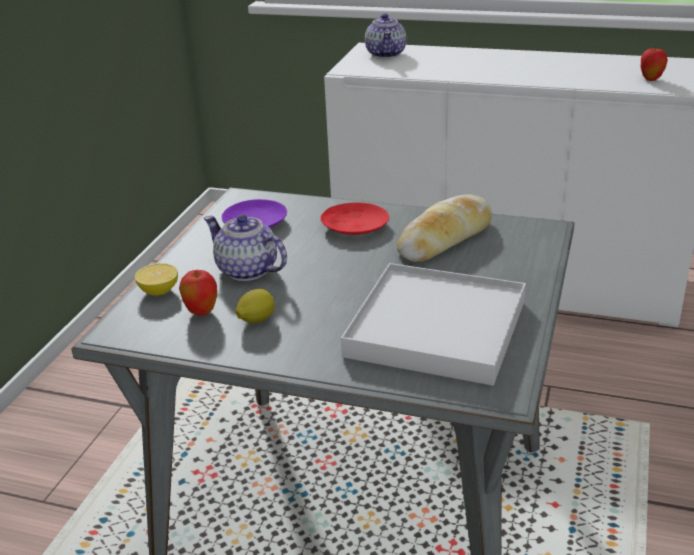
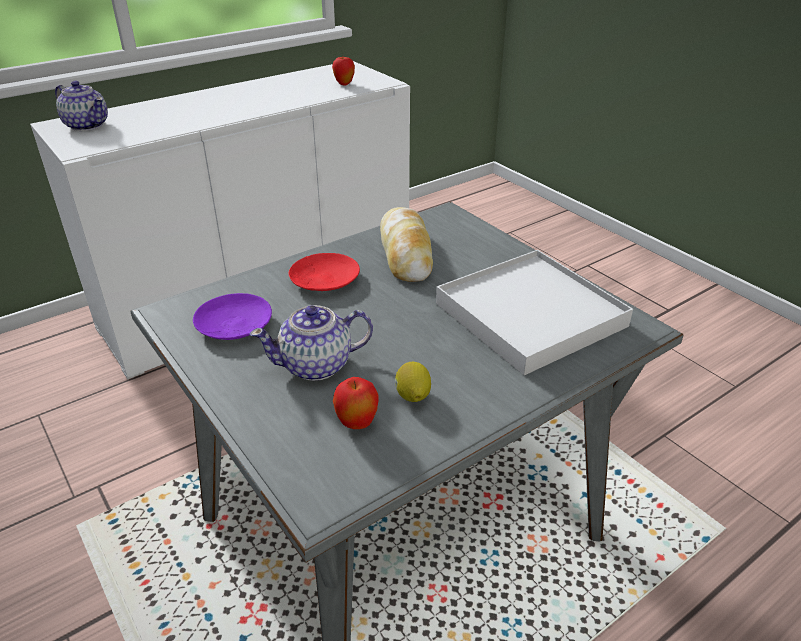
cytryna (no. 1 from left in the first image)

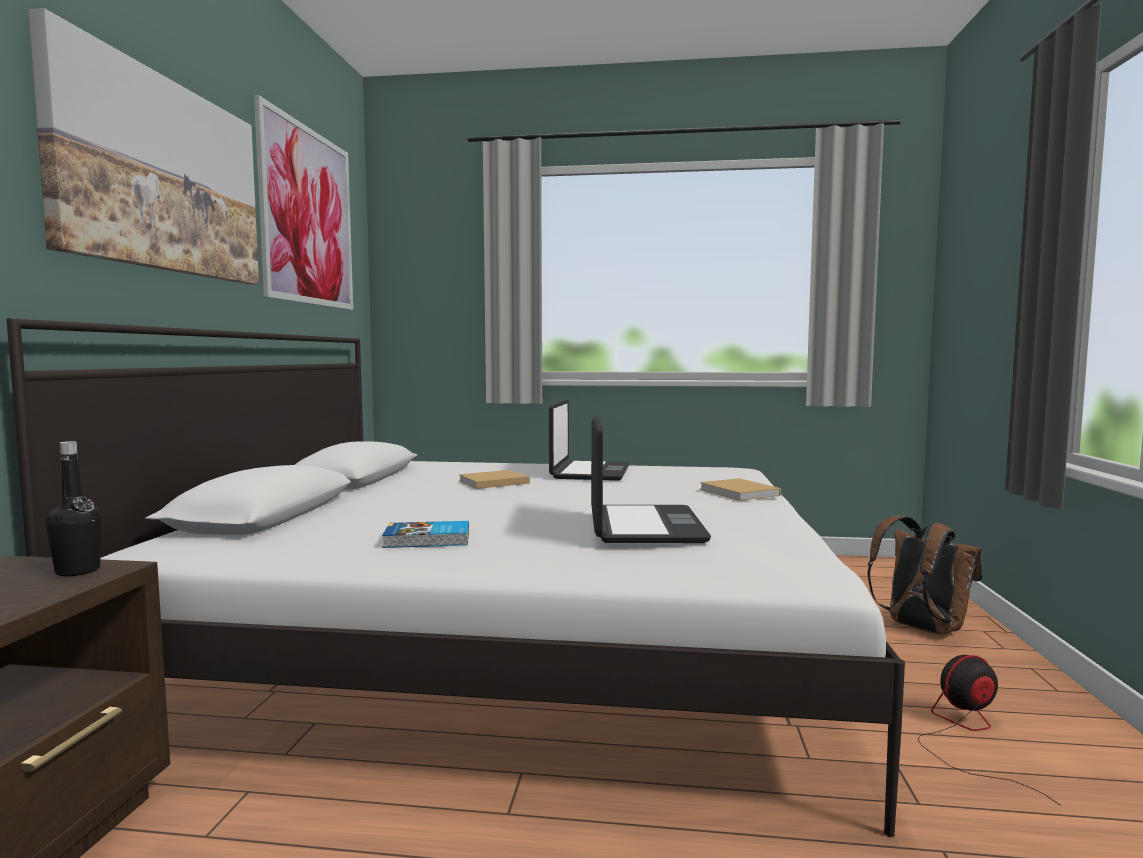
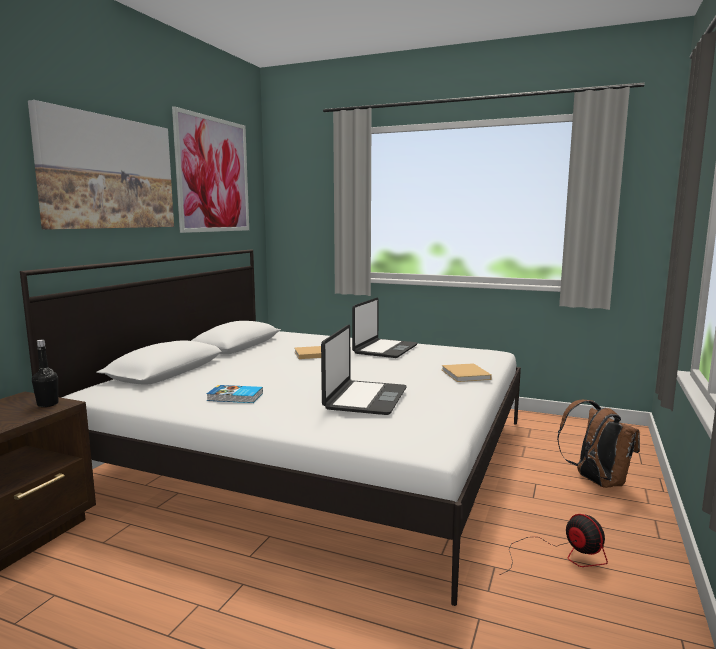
wentylator

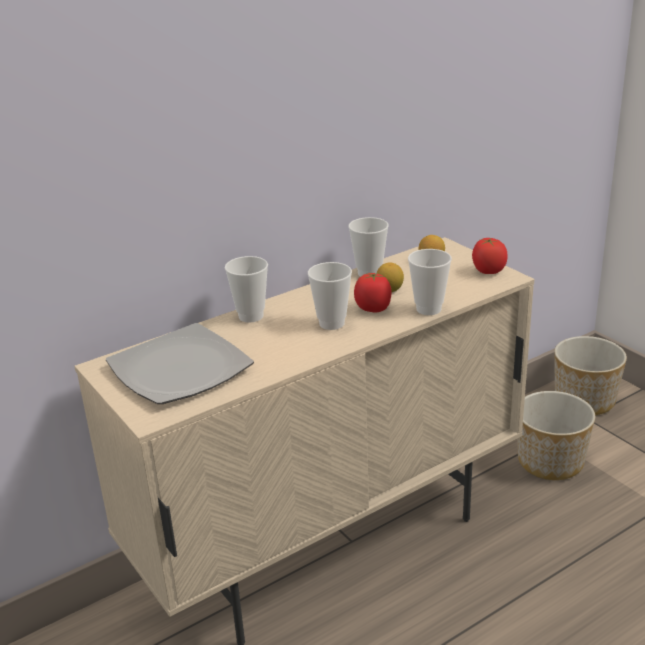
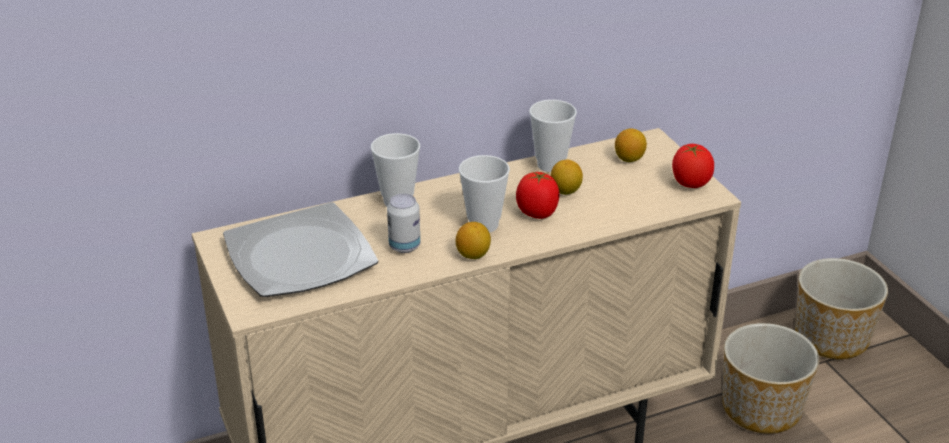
filiżanka (no. 4 from left in the first image); puszka; cytryna (no. 1 from left)

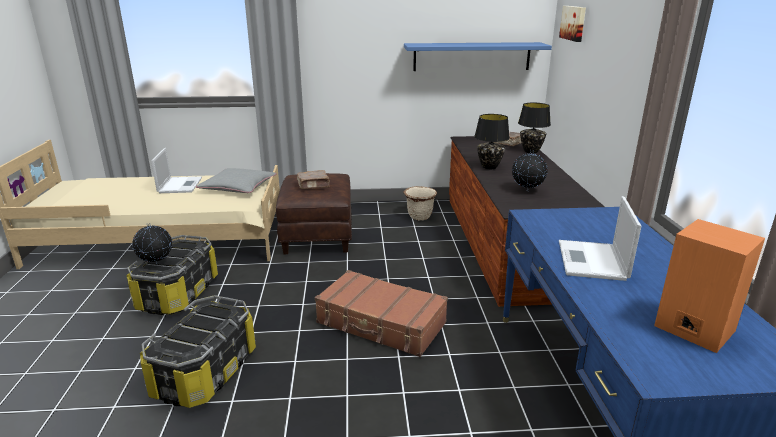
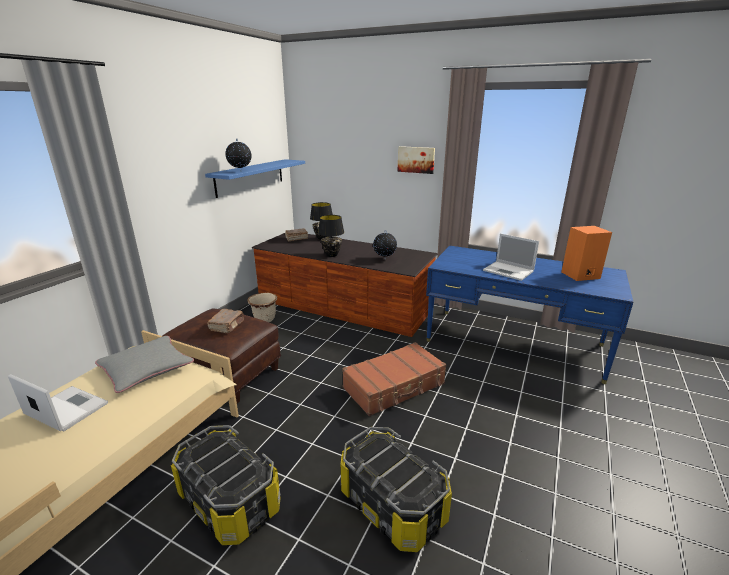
globus (no. 1 from left); obraz

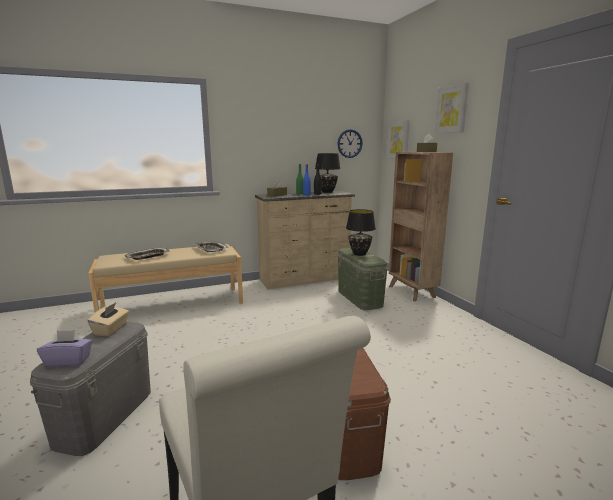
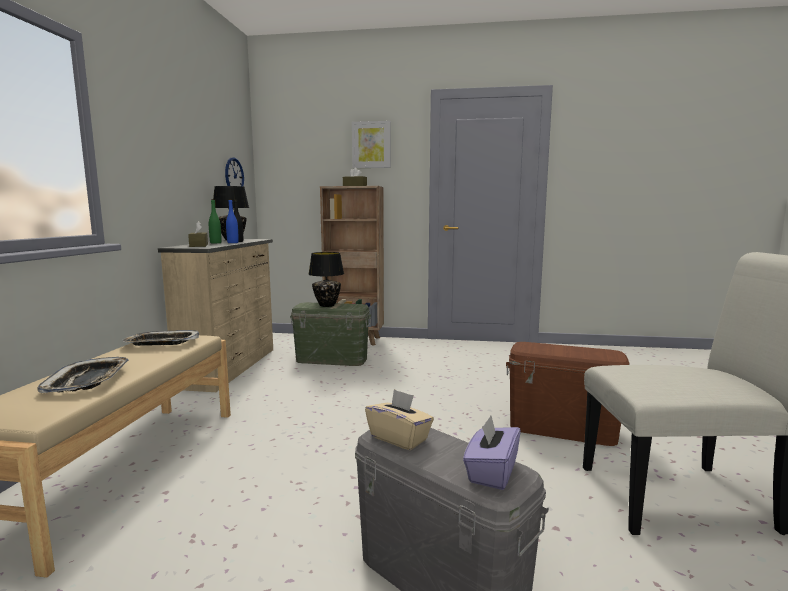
obraz (no. 1 from left in the first image)

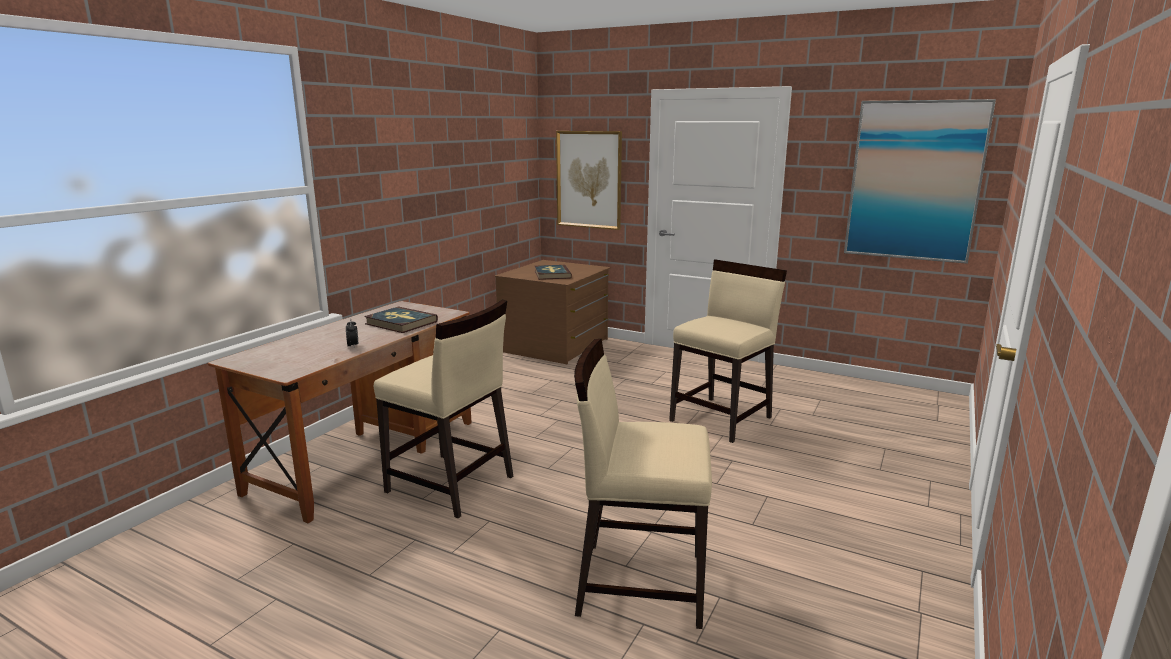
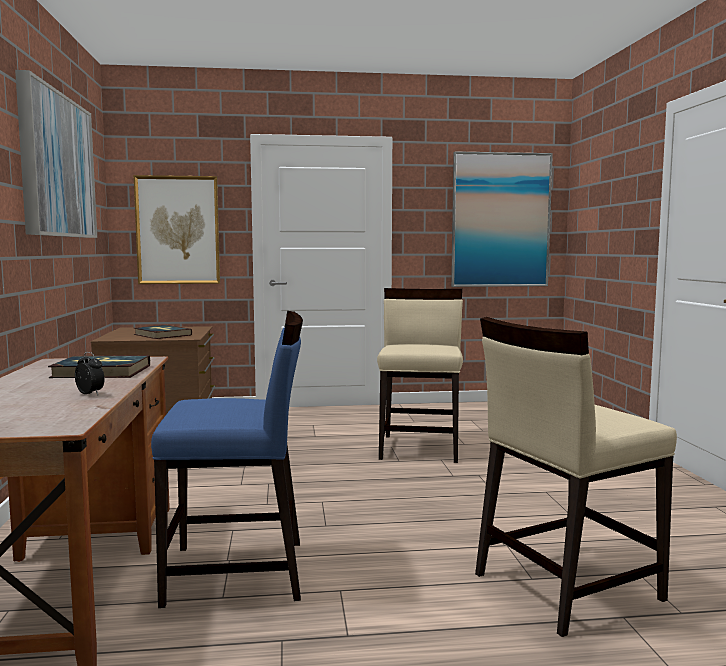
krzesło/niebieski; obraz (no. 1 from left)

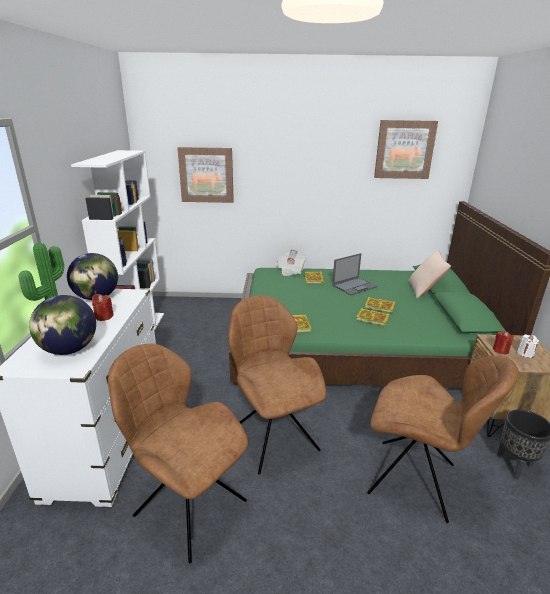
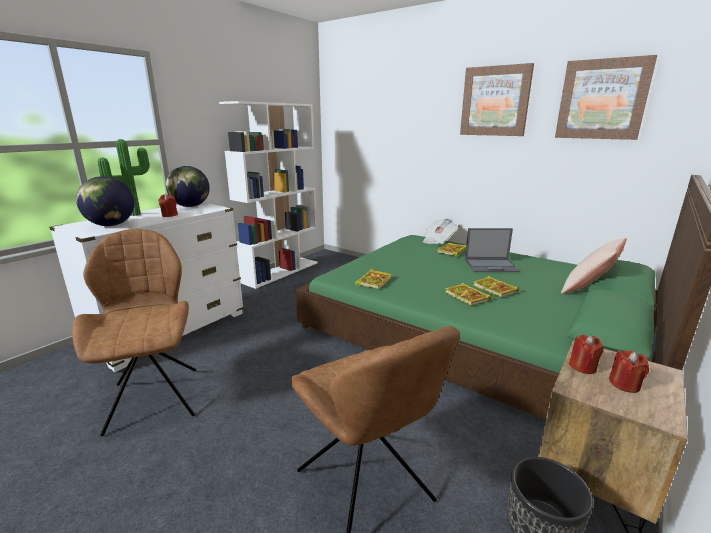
obraz (no. 1 from left); krzesło/brązowy (no. 2 from left in the first image); świeca/czerwony (no. 3 from left)

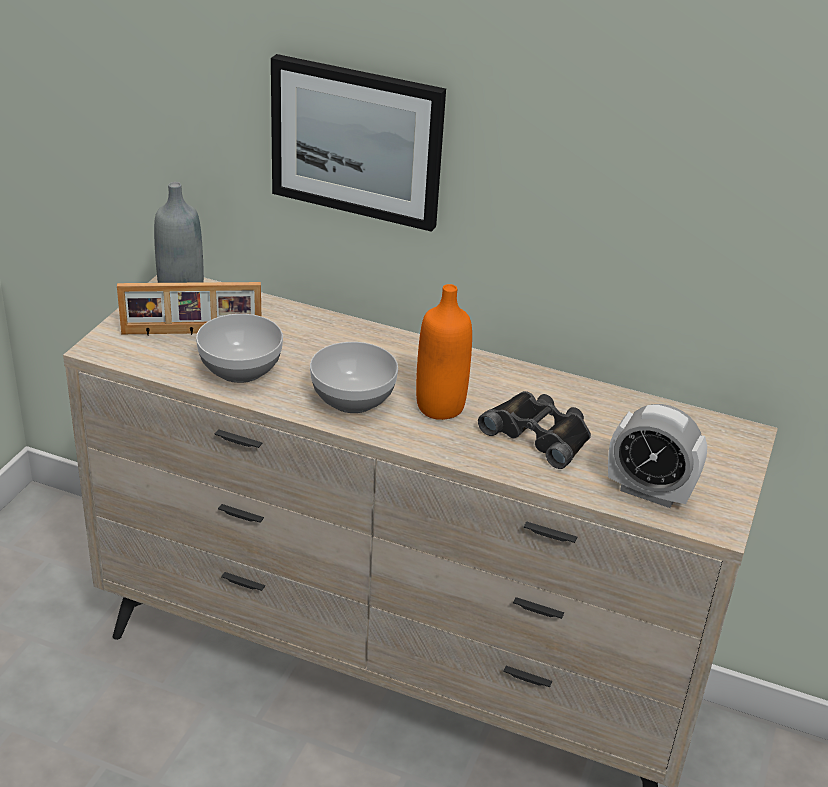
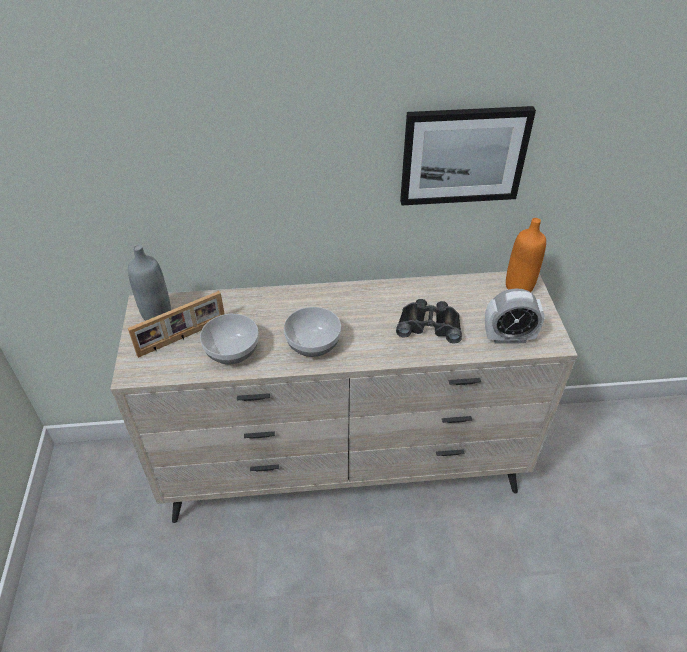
obraz; butelka/pomarańczowy

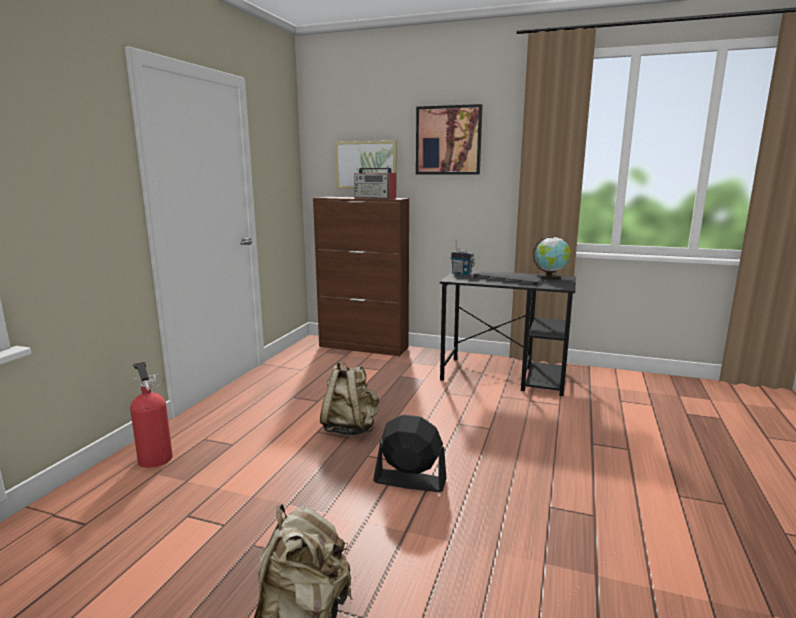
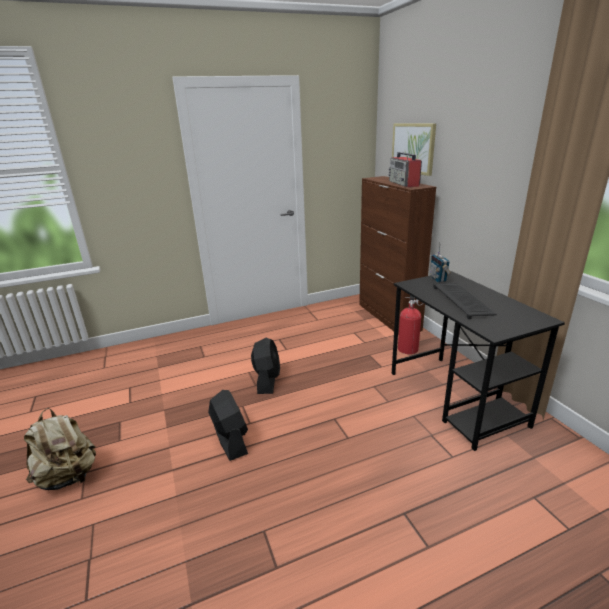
gaśnica; wentylator/czarny (no. 2 from left); obraz (no. 2 from left in the first image); globus

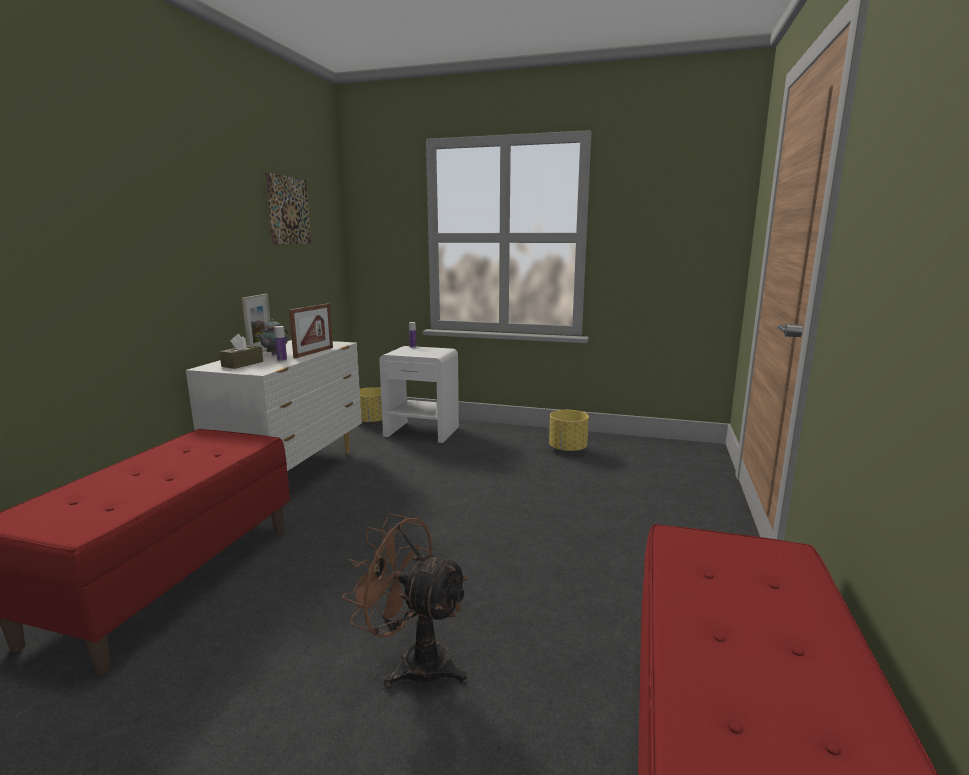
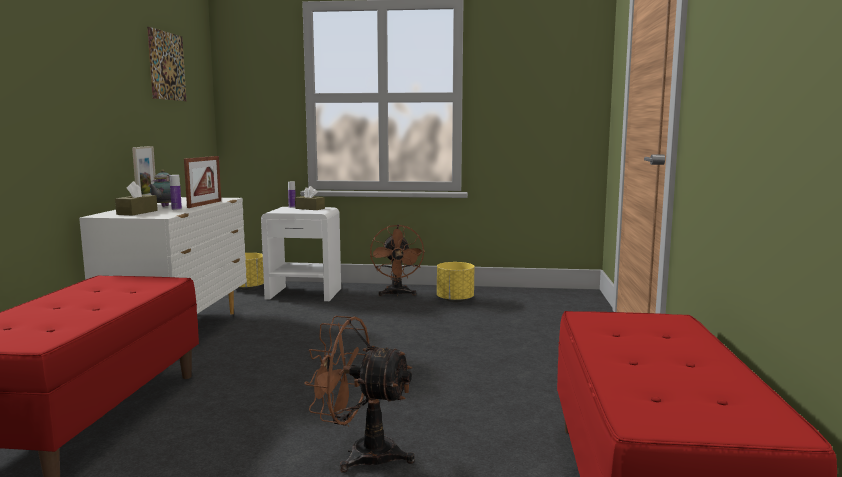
pudełko chusteczek/brązowy (no. 2 from left); wentylator/brązowy (no. 2 from left)

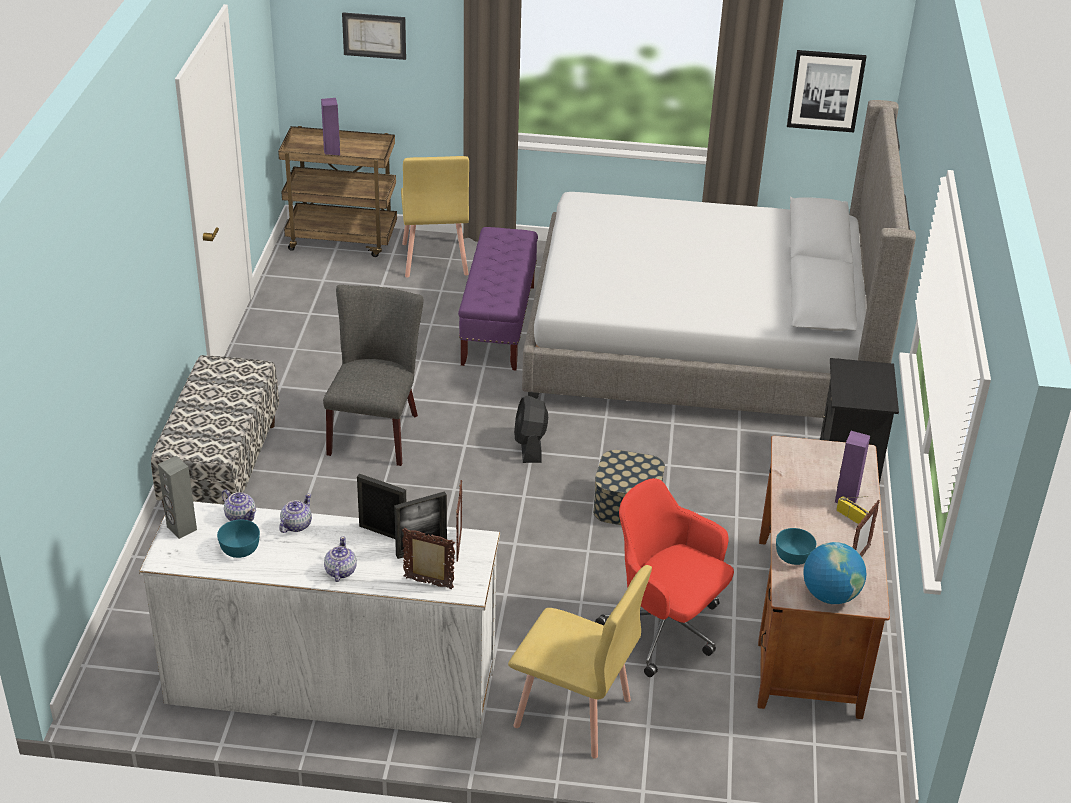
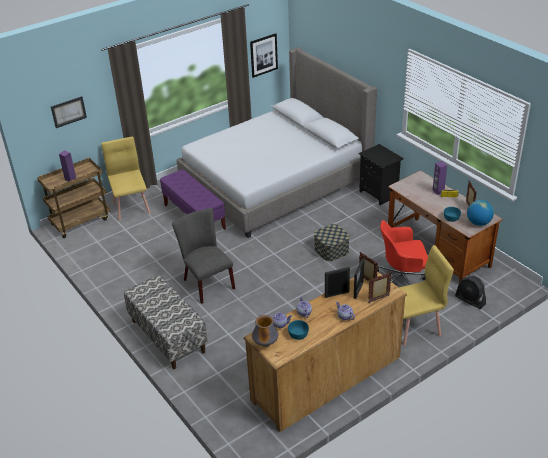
komoda/brązowy; wazon; krzesło/żółty (no. 1 from left); wentylator/czarny

